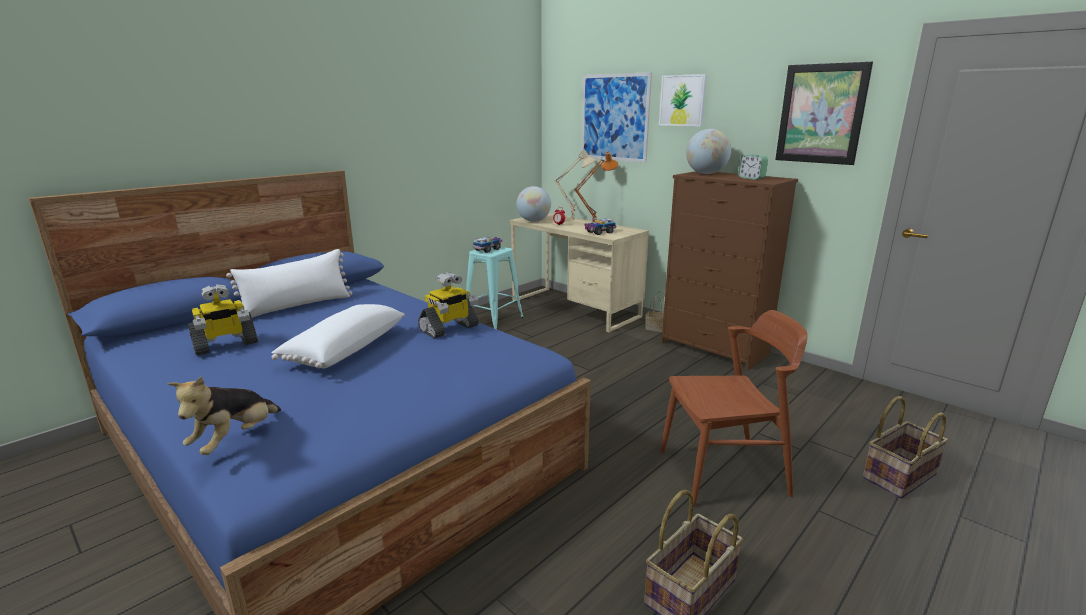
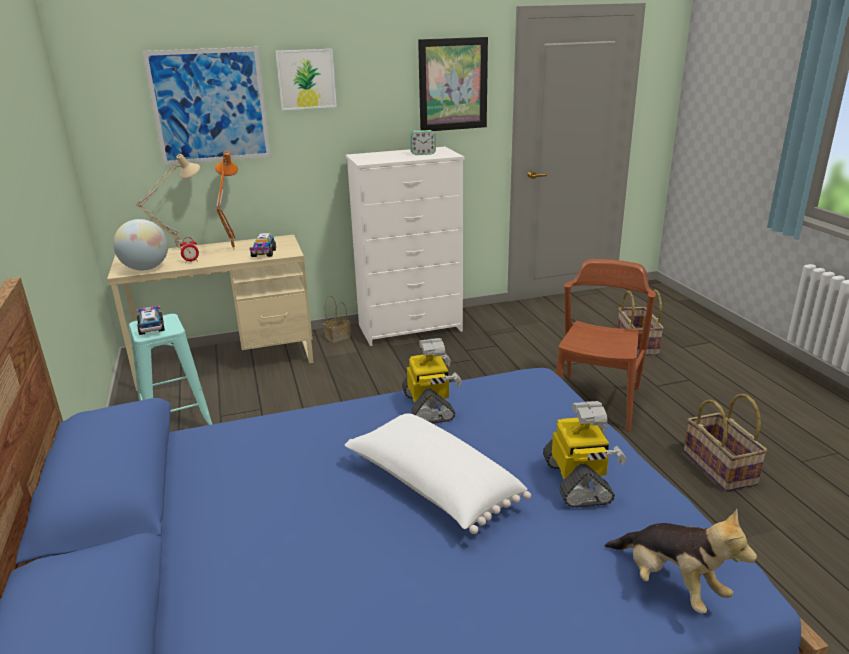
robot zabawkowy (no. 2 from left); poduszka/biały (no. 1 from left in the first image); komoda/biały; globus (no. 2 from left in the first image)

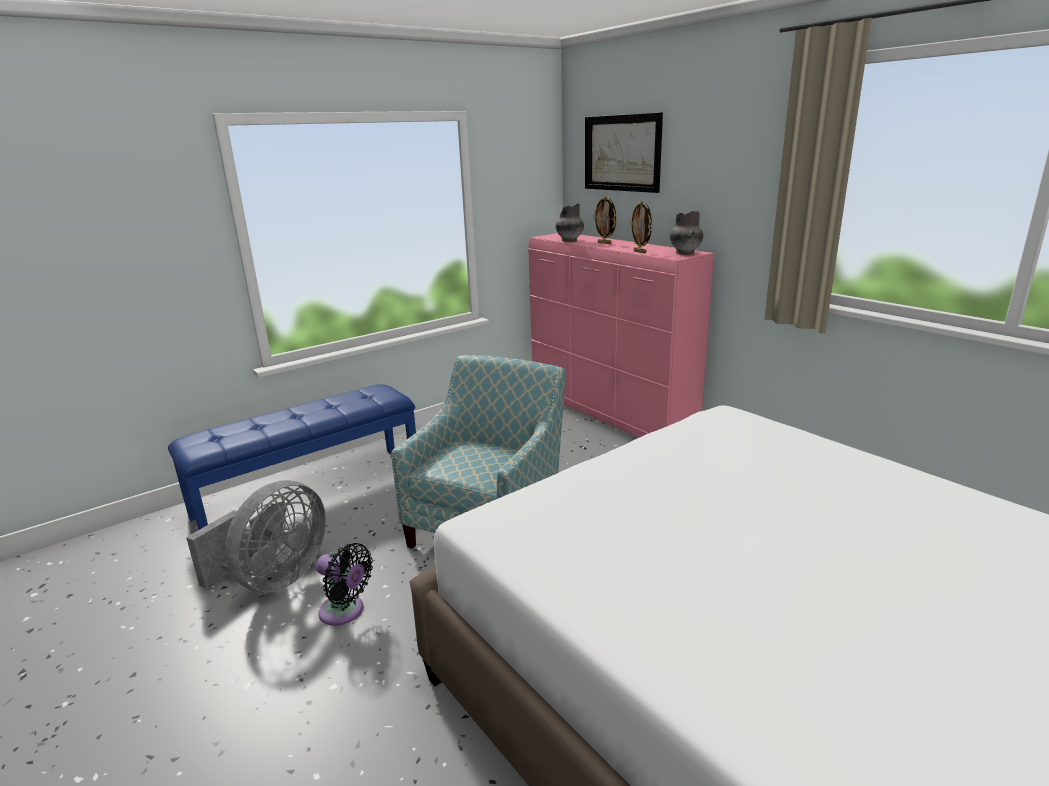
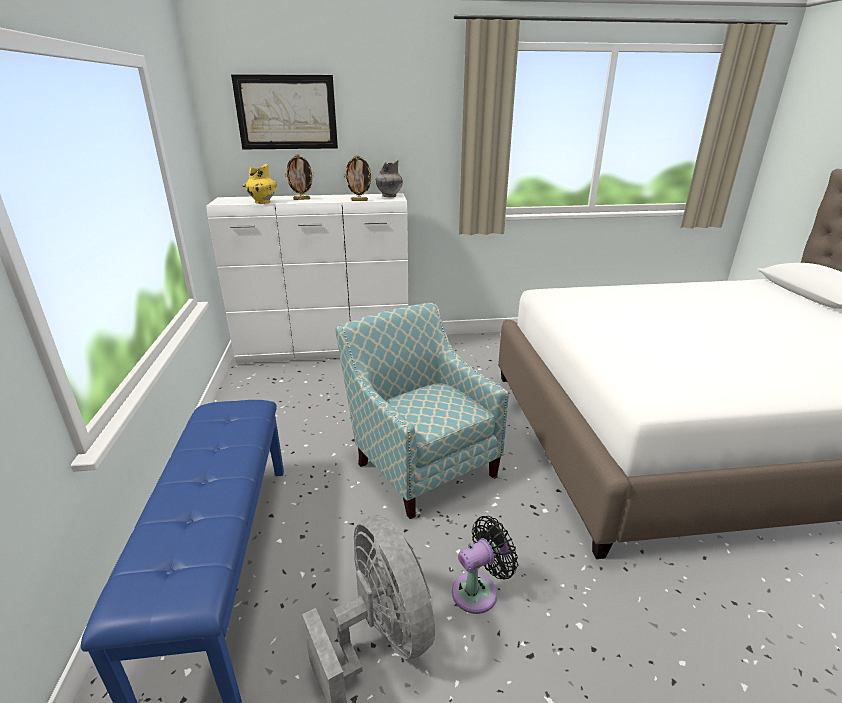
komoda/biały; wazon/żółty

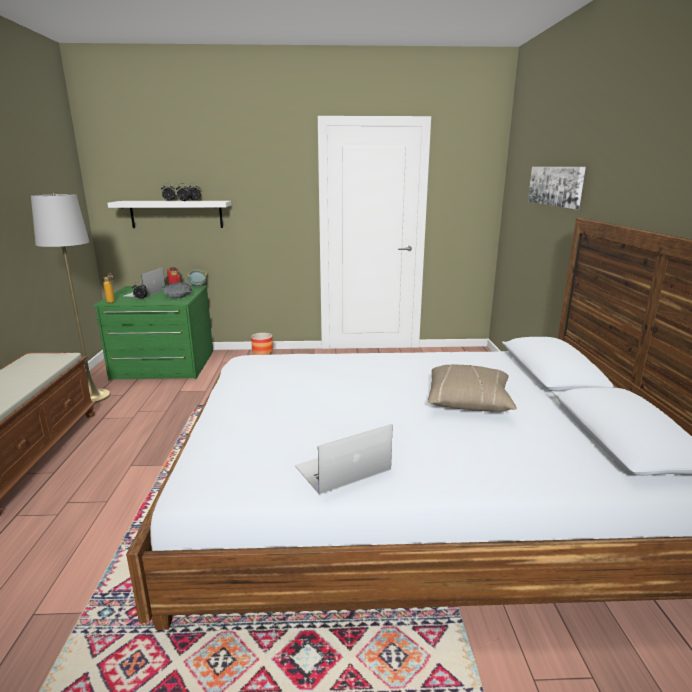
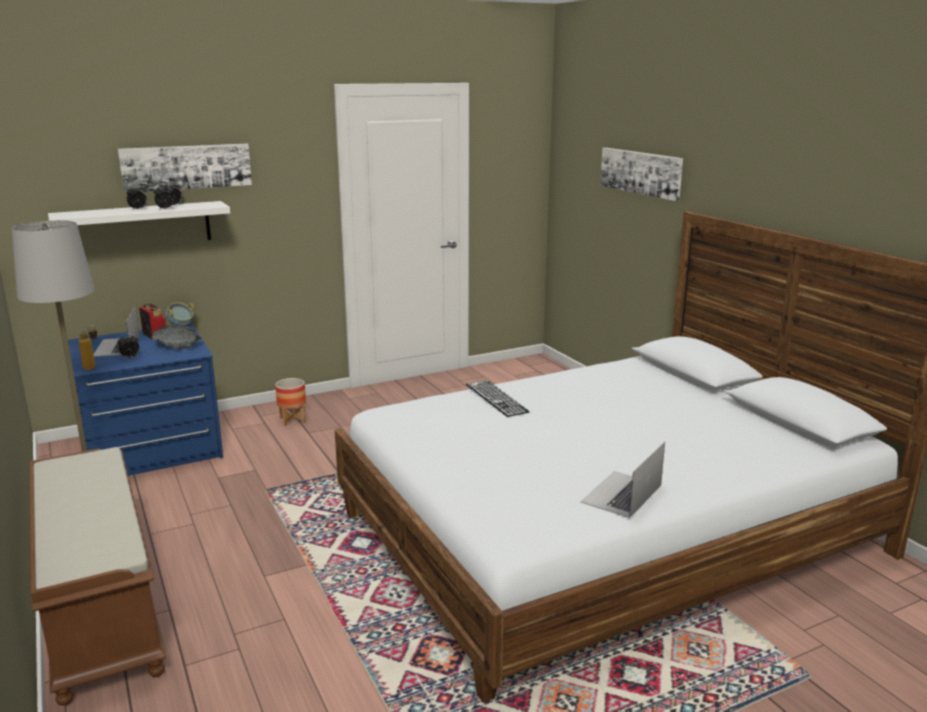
komoda/niebieski; poduszka/beżowy; obraz (no. 1 from left); klawiatura

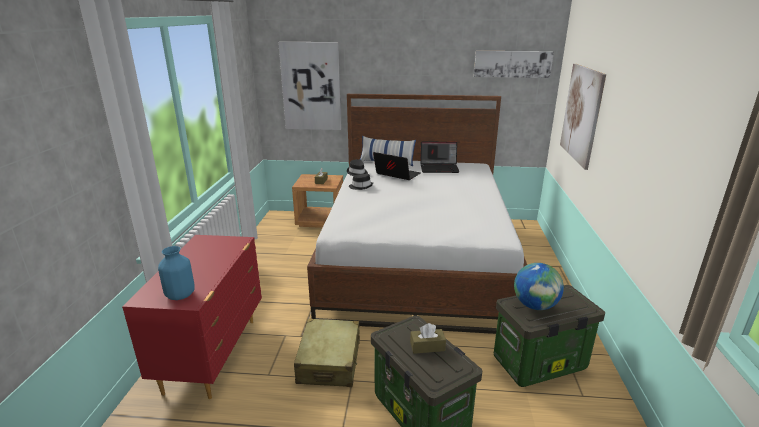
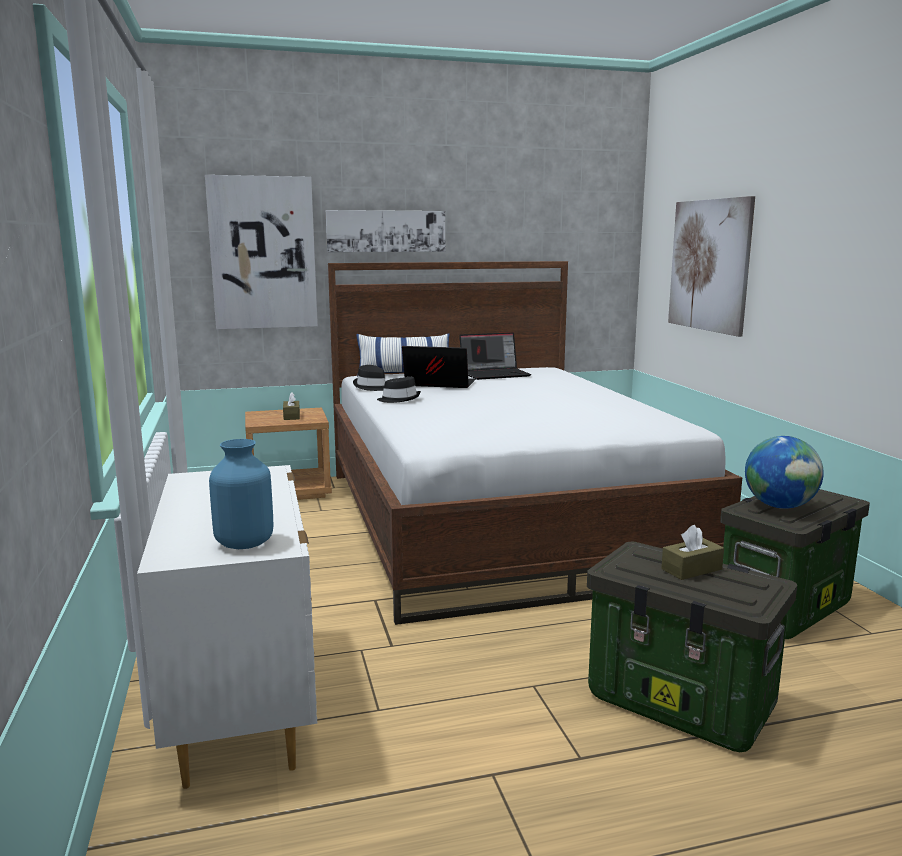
komoda/biały; walizka/beżowy; obraz (no. 2 from left)

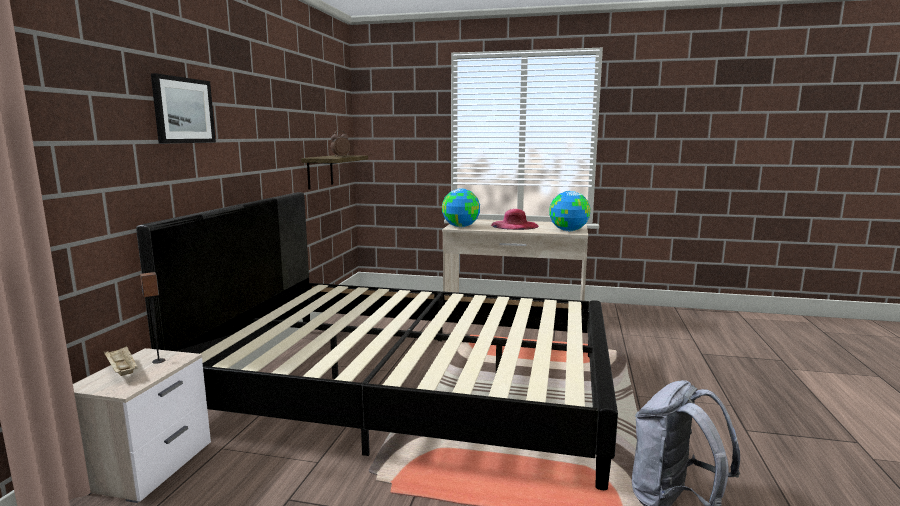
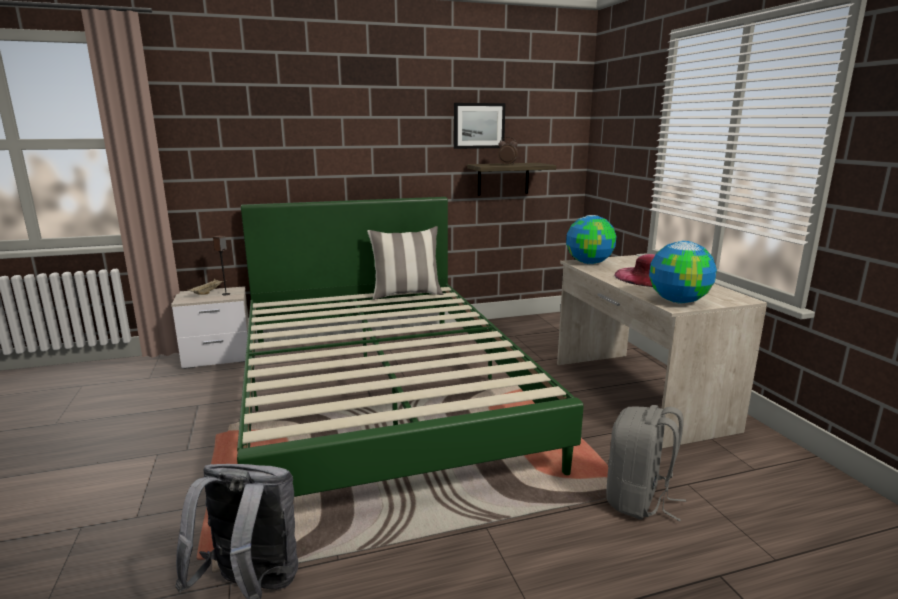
łóżko/zielony; obraz; poduszka; plecak/szary (no. 2 from left)

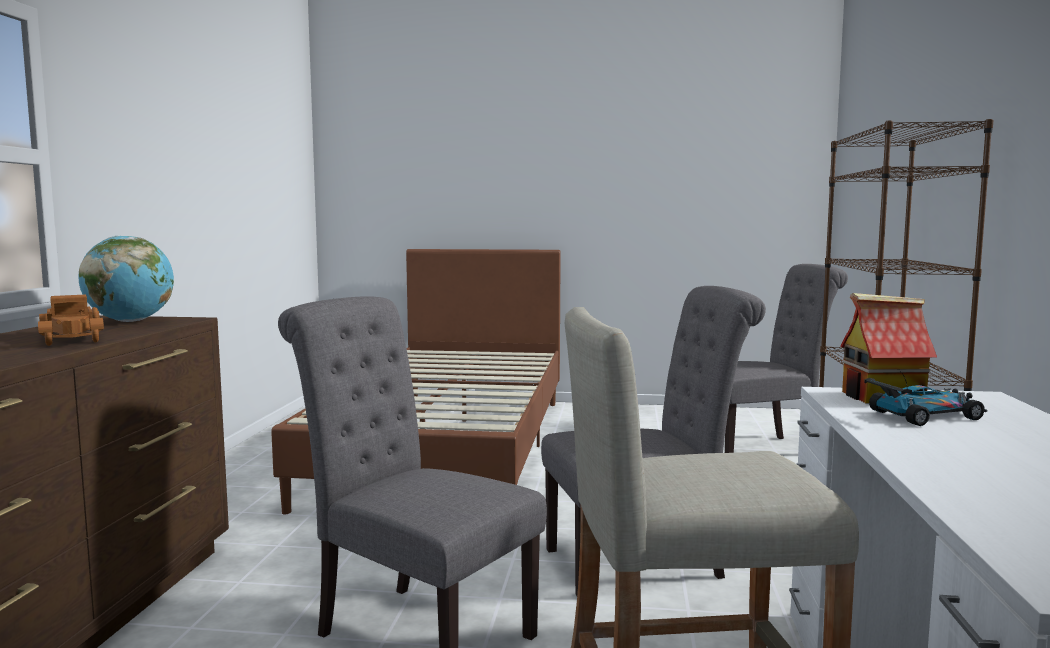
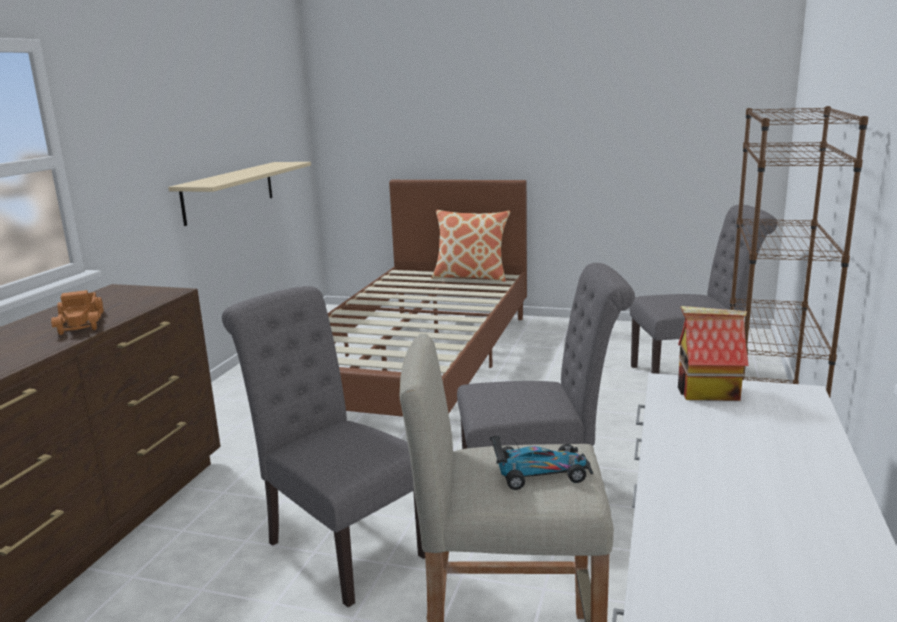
globus; samochodzik; półka/beżowy; poduszka

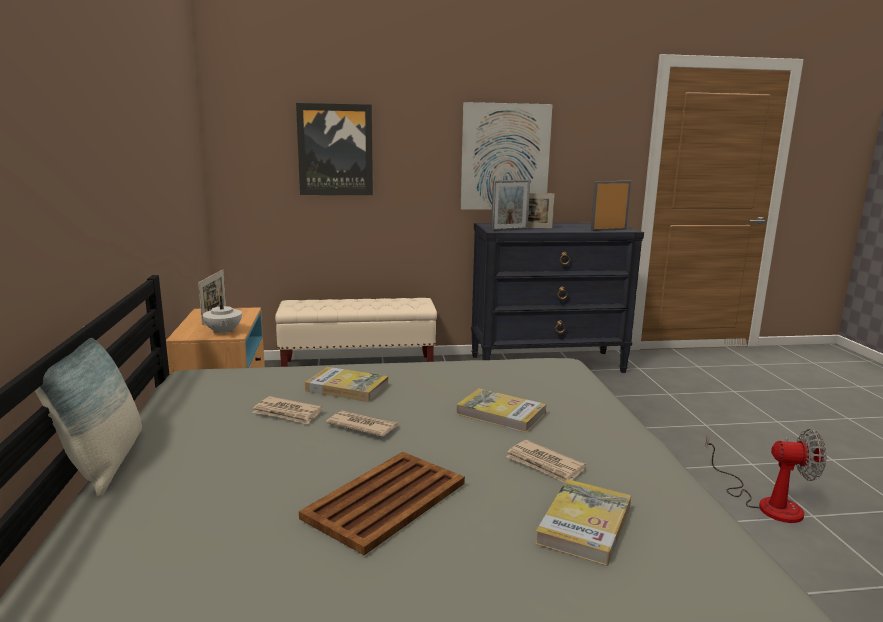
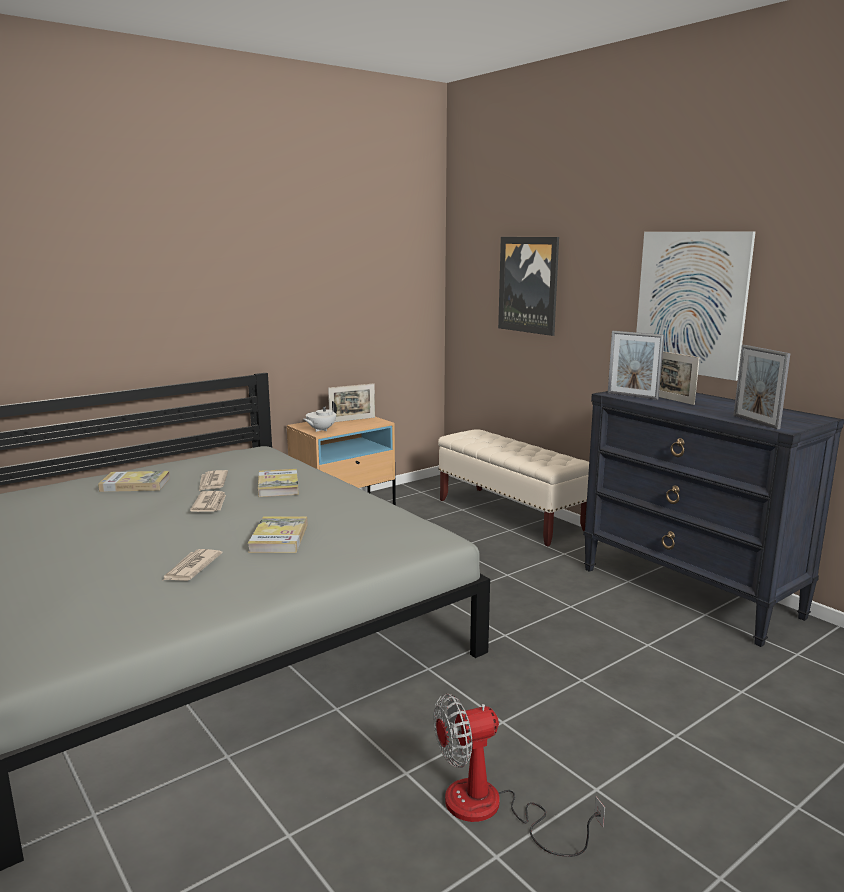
poduszka; taca/brązowy; książka (no. 1 from left); ramka na zdjęcie (no. 4 from left); wentylator

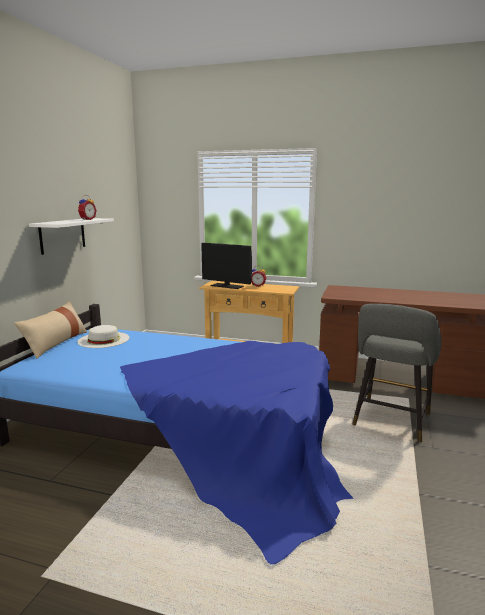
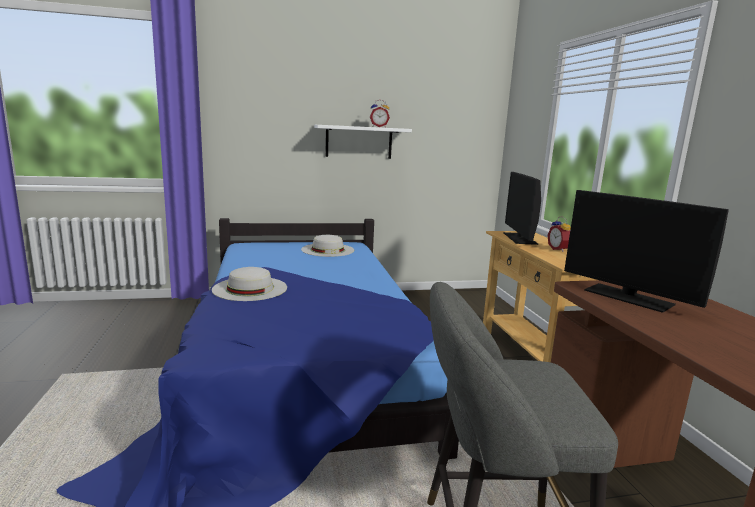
poduszka/beżowy; kapelusz/biały (no. 1 from left); monitor (no. 2 from left)

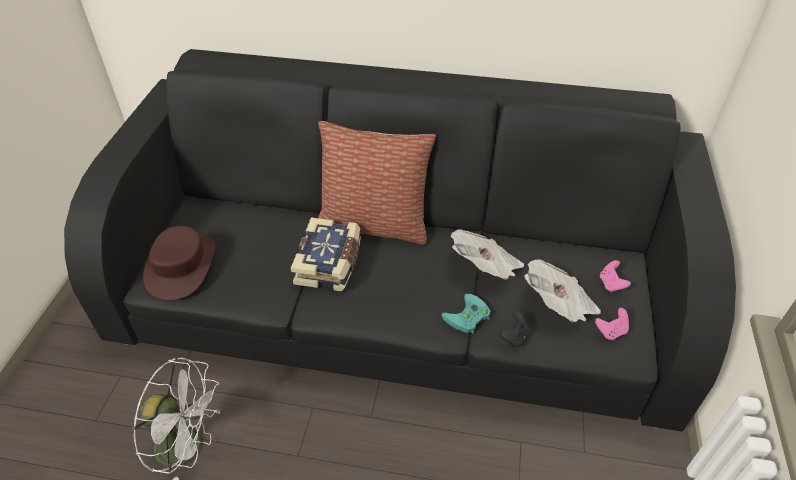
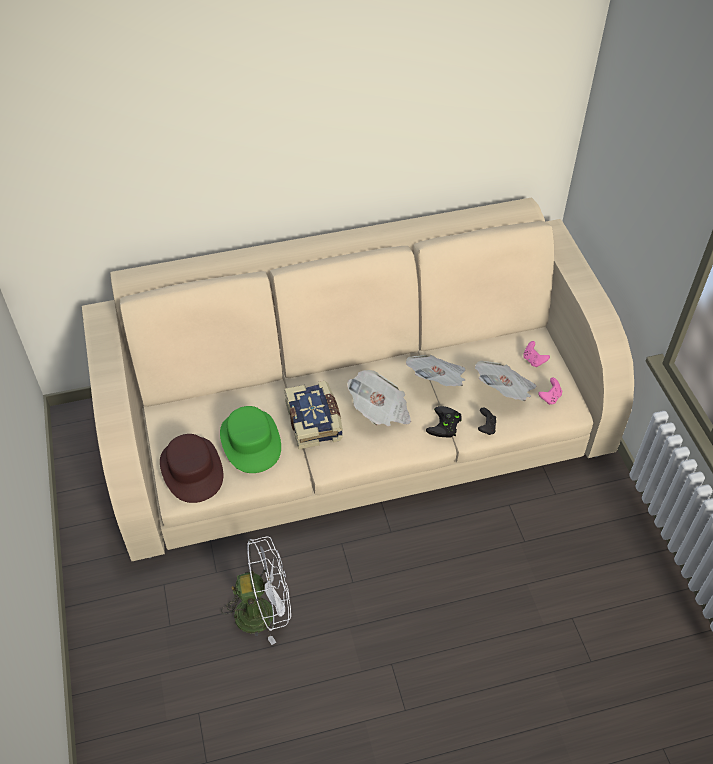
kanapa/beżowy; poduszka; pad do gier/czarny (no. 1 from left); kapelusz/zielony; gazeta (no. 1 from left)

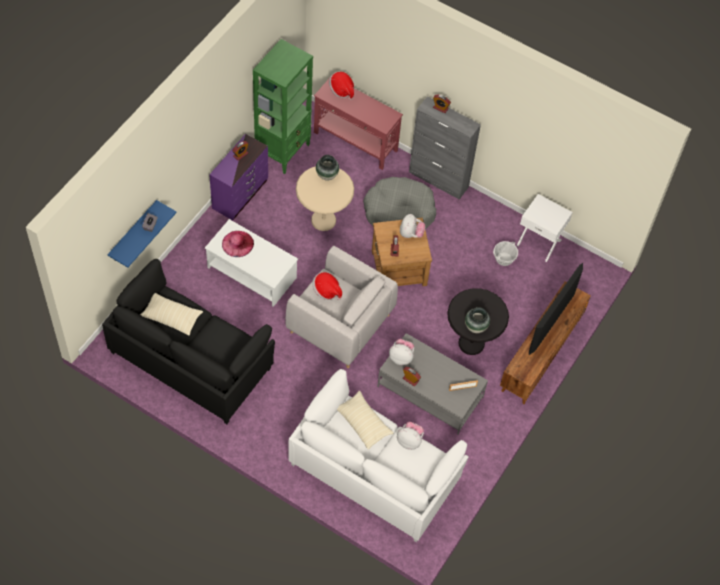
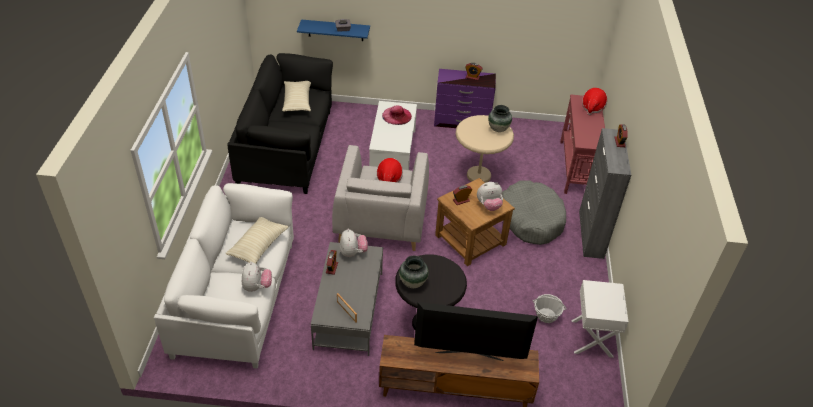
regał/zielony

